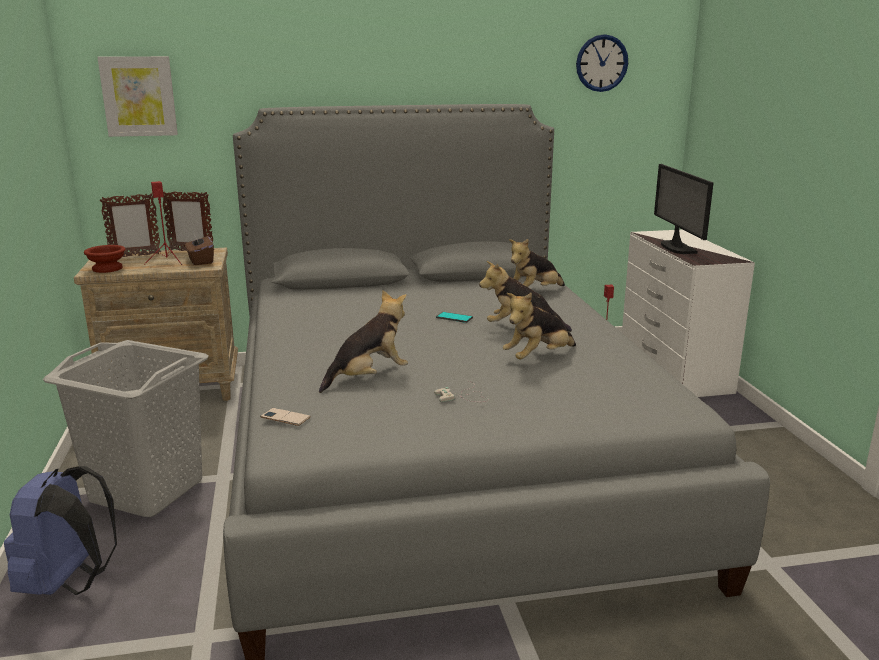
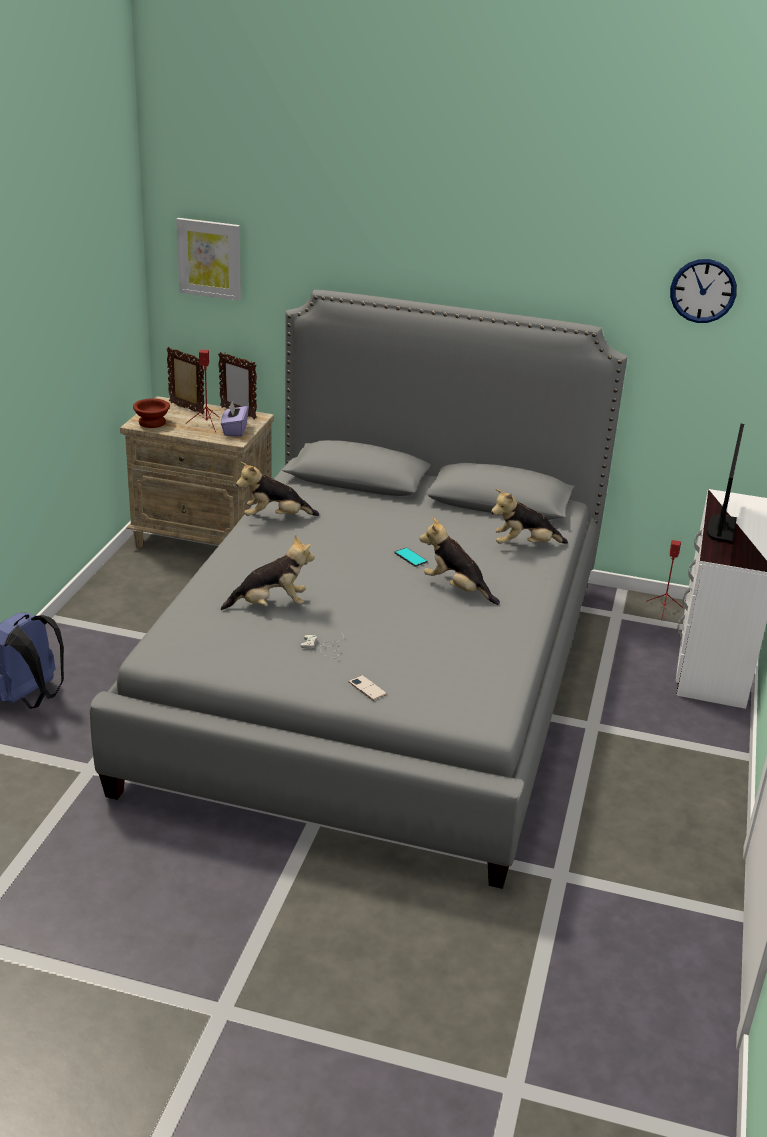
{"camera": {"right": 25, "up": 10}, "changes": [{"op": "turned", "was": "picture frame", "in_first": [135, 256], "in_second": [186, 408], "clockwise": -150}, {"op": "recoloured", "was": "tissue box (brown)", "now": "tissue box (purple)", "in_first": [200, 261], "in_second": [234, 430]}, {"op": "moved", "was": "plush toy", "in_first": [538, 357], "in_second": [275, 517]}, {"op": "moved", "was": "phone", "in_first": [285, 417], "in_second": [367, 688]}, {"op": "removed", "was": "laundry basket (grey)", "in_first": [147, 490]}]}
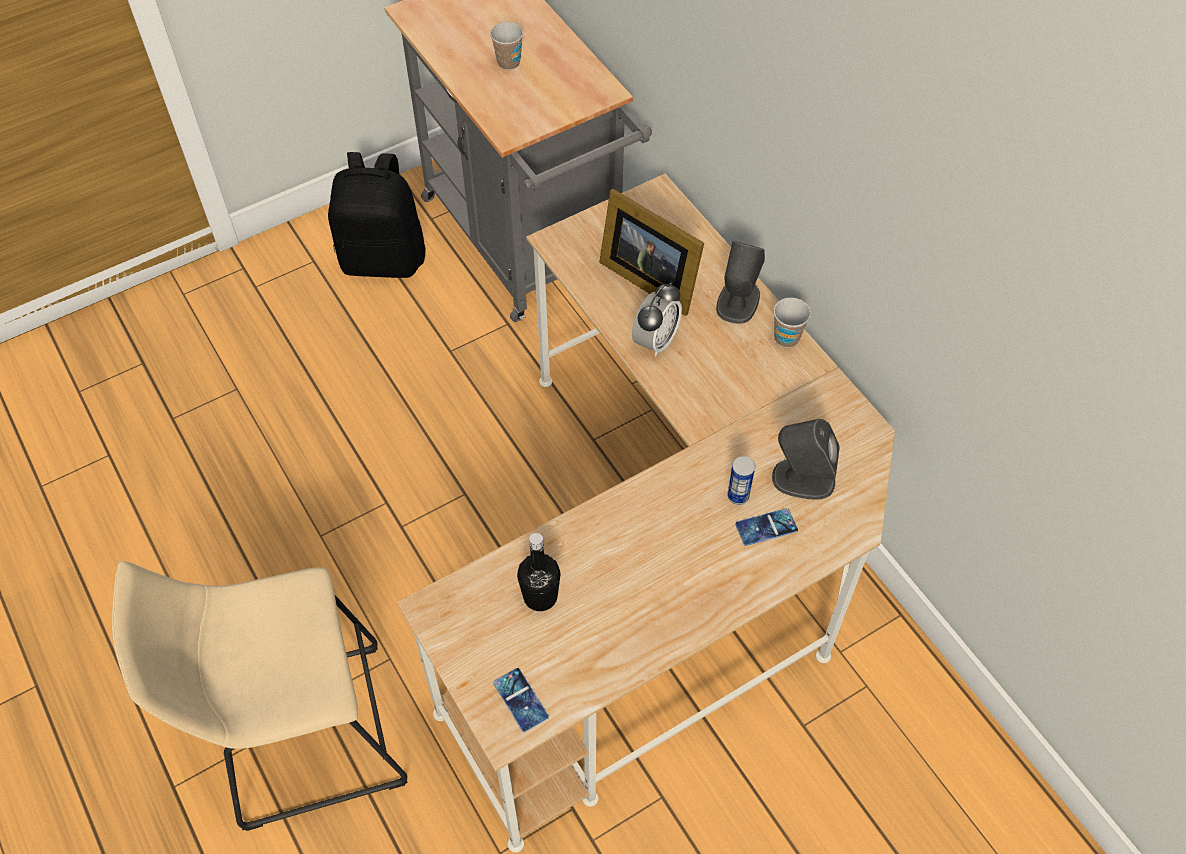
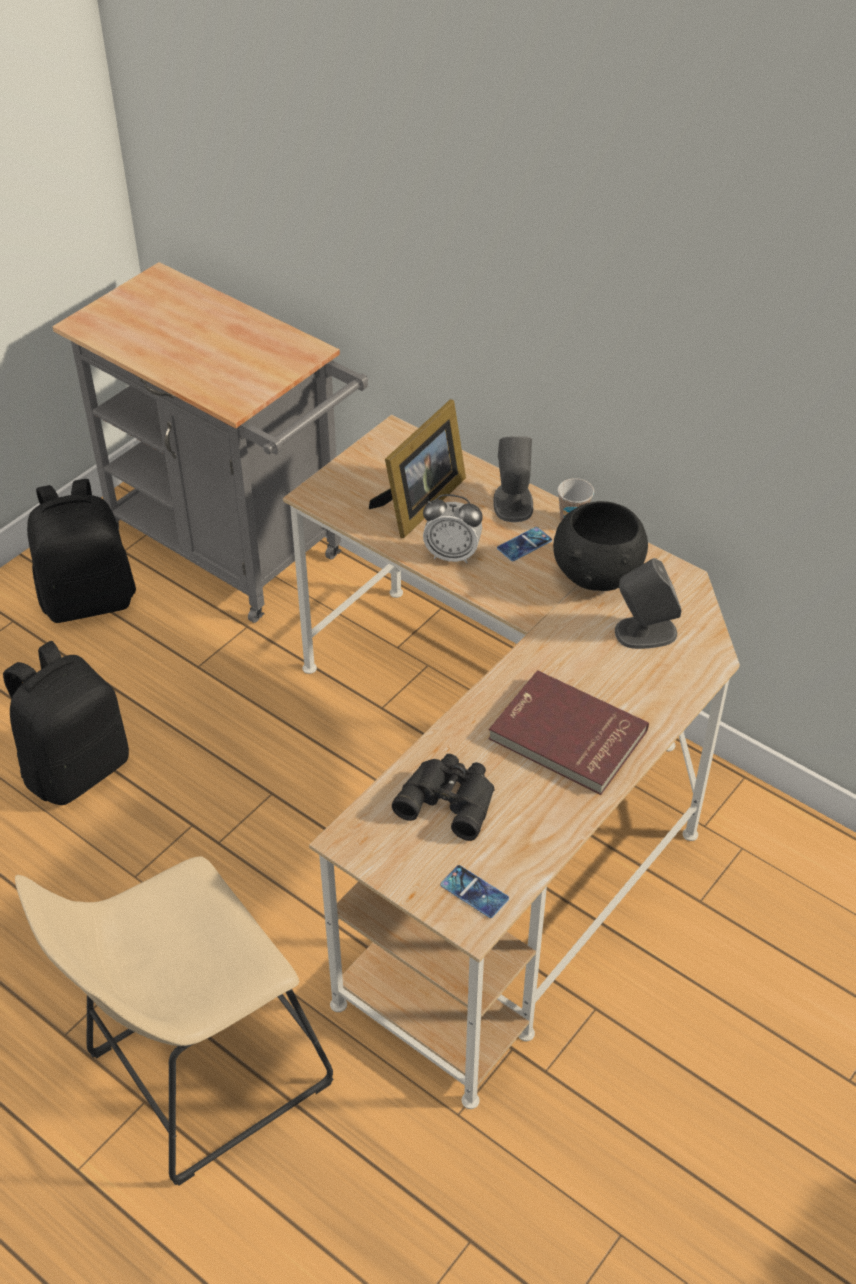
{"camera": {"right": -20, "up": -10}, "changes": [{"op": "added", "now": "backpack (black)", "in_second": [76, 768]}, {"op": "turned", "was": "picture frame", "in_first": [648, 277], "in_second": [419, 504], "clockwise": -75}, {"op": "replaced", "was": "bottle (black)", "now": "binoculars (black)", "in_first": [540, 596], "in_second": [449, 798]}, {"op": "turned", "was": "alarm clock", "in_first": [655, 341], "in_second": [452, 554], "clockwise": 90}, {"op": "added", "now": "book (red)", "in_second": [566, 737]}, {"op": "moved", "was": "phone", "in_first": [766, 527], "in_second": [524, 544]}, {"op": "added", "now": "bowl (black)", "in_second": [597, 577]}, {"op": "removed", "was": "cup", "in_first": [508, 63]}, {"op": "removed", "was": "can", "in_first": [738, 496]}]}
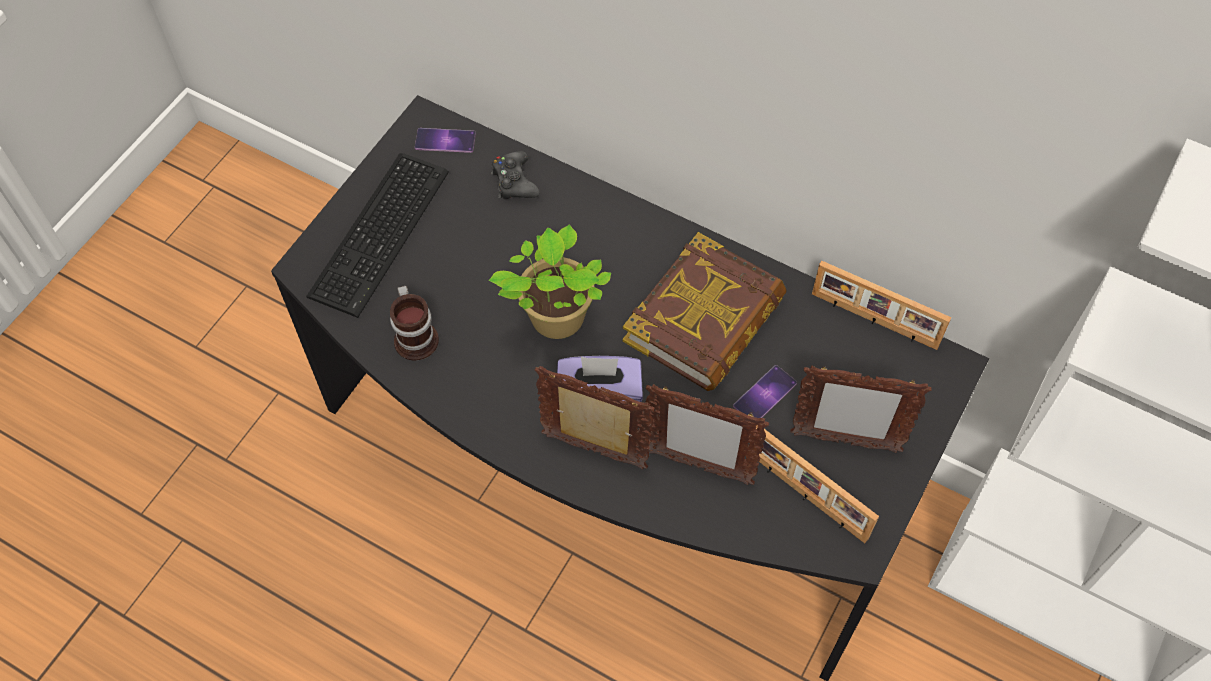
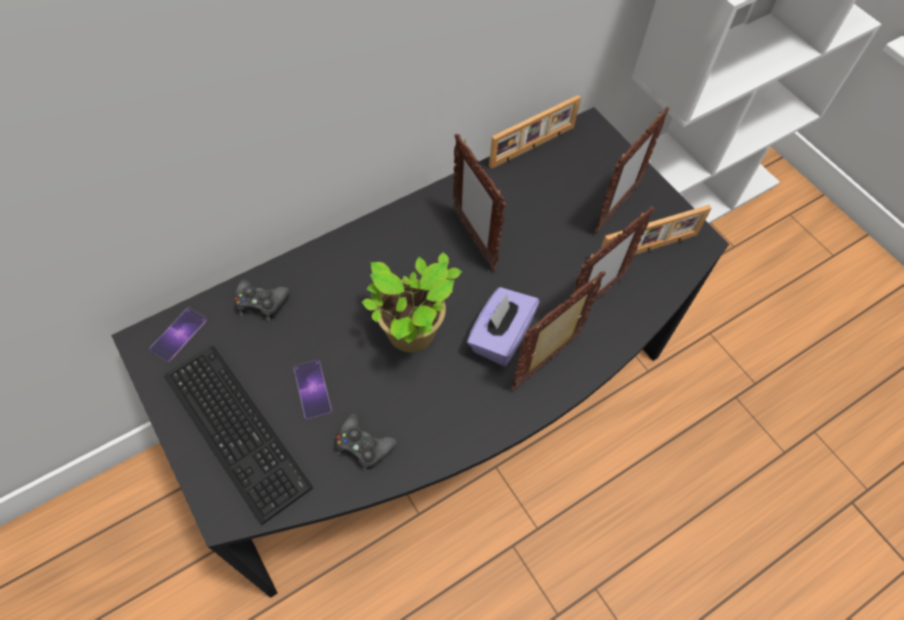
{"camera": {"right": -65, "up": 0}, "changes": [{"op": "moved", "was": "phone", "in_first": [765, 394], "in_second": [312, 389]}, {"op": "replaced", "was": "mug", "now": "game controller (black)", "in_first": [417, 336], "in_second": [363, 446]}, {"op": "replaced", "was": "book", "now": "picture frame", "in_first": [705, 320], "in_second": [473, 238]}]}
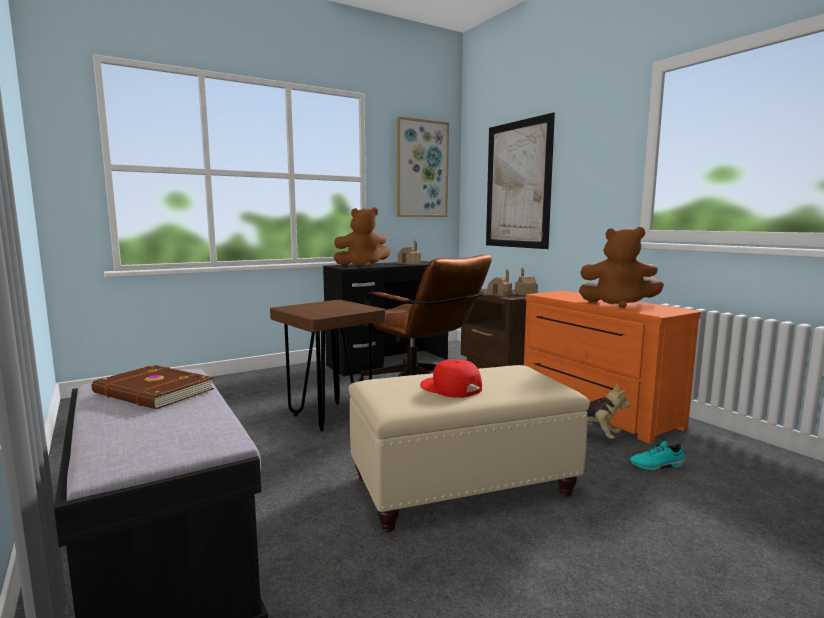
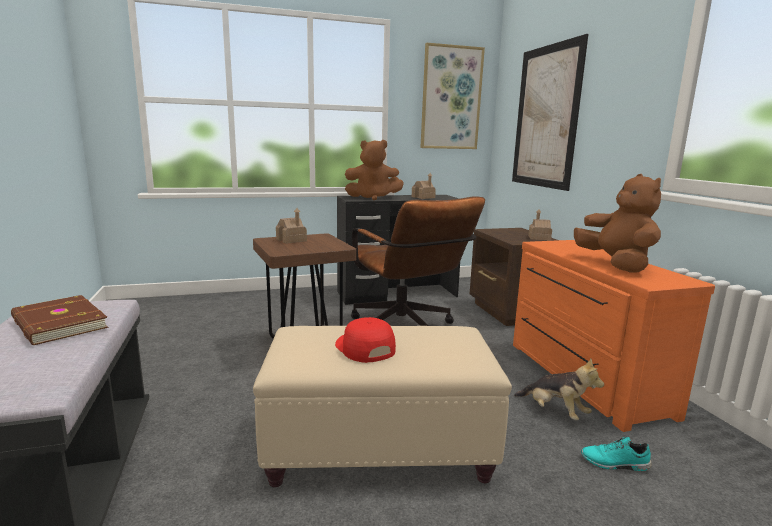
{"camera": {"right": 15, "up": 5}, "changes": [{"op": "moved", "was": "toy house", "in_first": [499, 294], "in_second": [291, 240]}, {"op": "turned", "was": "plush toy (brown)", "in_first": [618, 304], "in_second": [615, 265], "clockwise": -135}]}
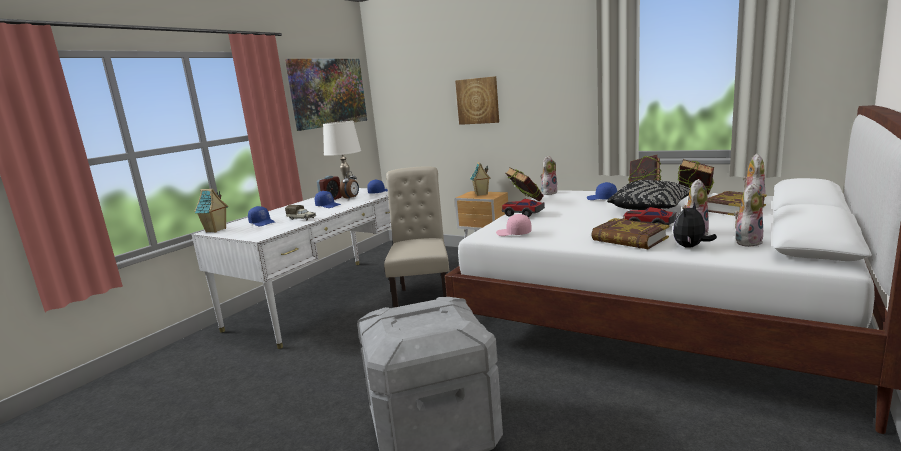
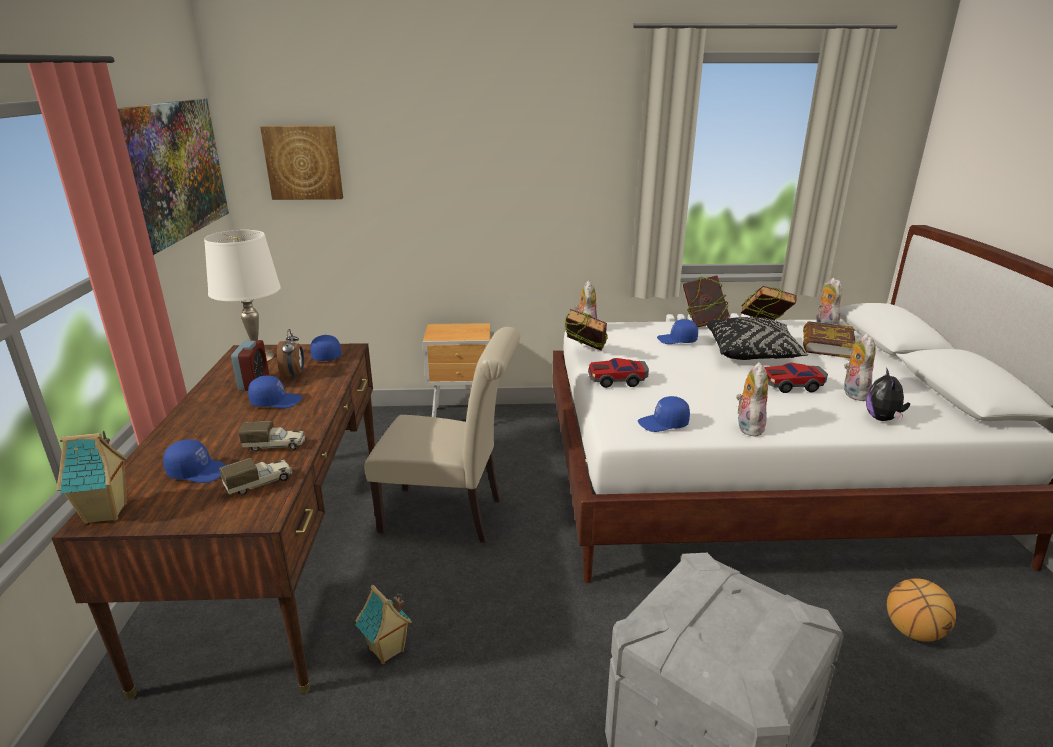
{"camera": {"right": -35, "up": 10}, "changes": [{"op": "recoloured", "was": "desk (white)", "now": "desk (brown)", "in_first": [325, 298], "in_second": [279, 556]}, {"op": "added", "now": "toy truck", "in_second": [260, 483]}, {"op": "moved", "was": "picture", "in_first": [478, 101], "in_second": [303, 162]}, {"op": "moved", "was": "toy house", "in_first": [481, 194], "in_second": [387, 651]}, {"op": "turned", "was": "chair (beige)", "in_first": [423, 298], "in_second": [450, 515], "clockwise": 135}, {"op": "recoloured", "was": "cap (pink)", "now": "cap (blue)", "in_first": [513, 233], "in_second": [663, 424]}, {"op": "moved", "was": "plush toy", "in_first": [747, 241], "in_second": [748, 427]}, {"op": "added", "now": "basketball", "in_second": [913, 631]}, {"op": "removed", "was": "book", "in_first": [629, 239]}]}
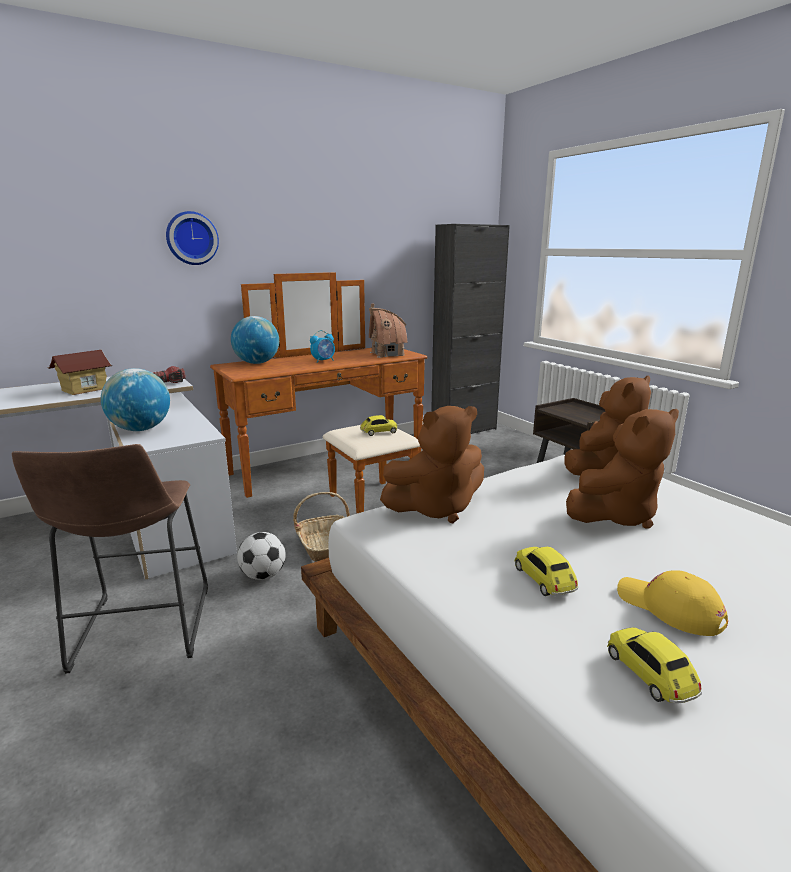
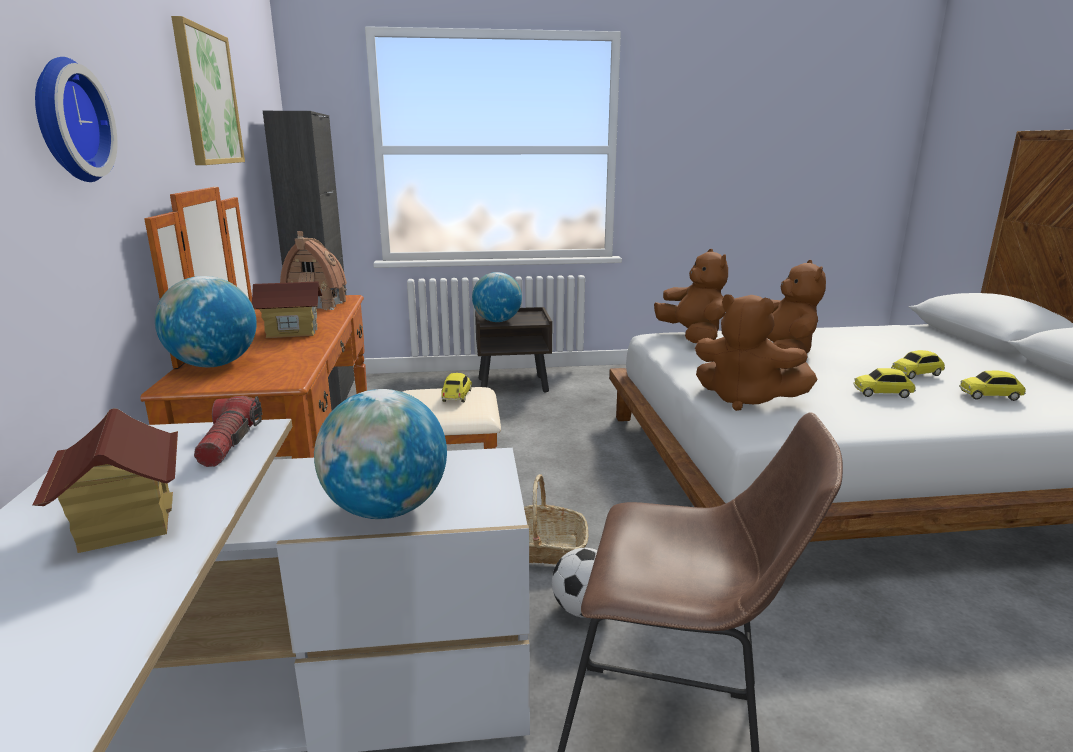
{"camera": {"right": -65, "up": 0}, "changes": [{"op": "added", "now": "picture", "in_second": [207, 97]}, {"op": "replaced", "was": "alarm clock", "now": "toy house", "in_first": [323, 361], "in_second": [292, 332]}, {"op": "added", "now": "globe", "in_second": [497, 321]}, {"op": "turned", "was": "plush toy (brown)", "in_first": [436, 508], "in_second": [745, 400], "clockwise": 120}, {"op": "replaced", "was": "cap (yellow)", "now": "toy car", "in_first": [669, 607], "in_second": [916, 374]}]}
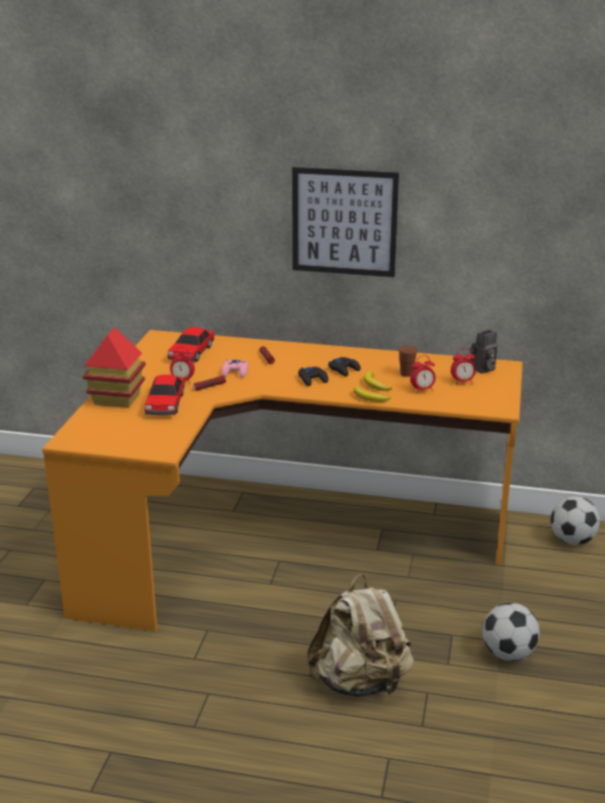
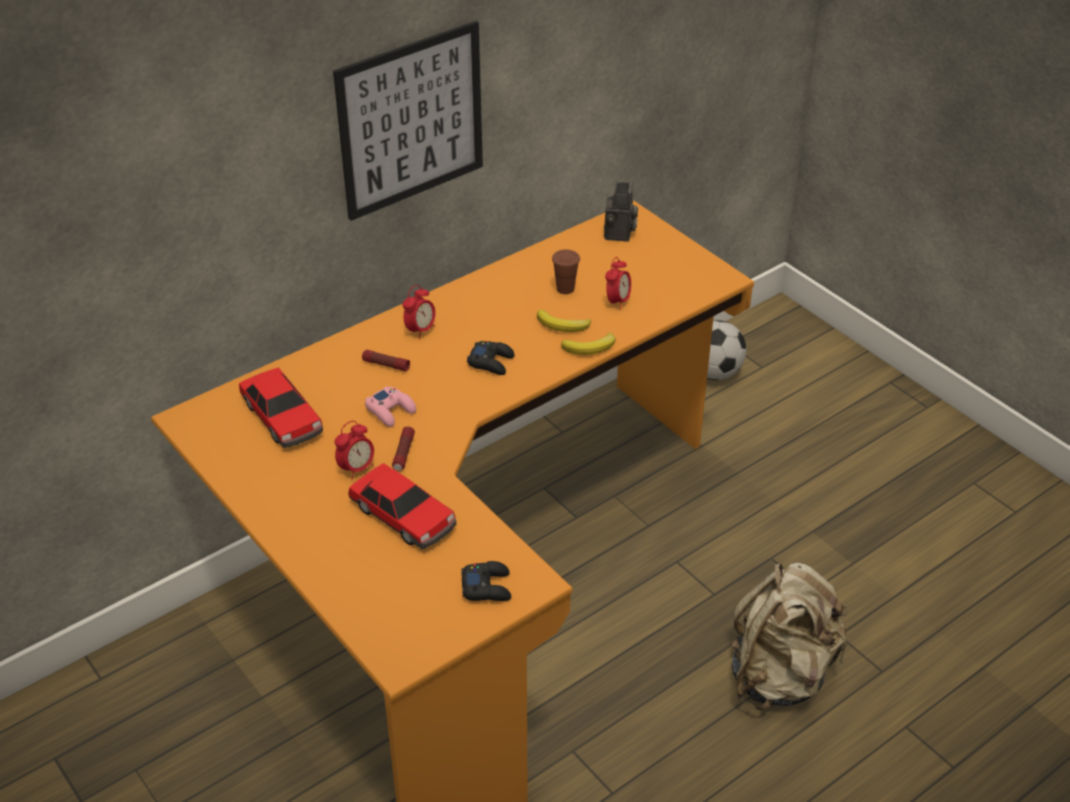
{"camera": {"right": -50, "up": 15}, "changes": [{"op": "moved", "was": "alarm clock", "in_first": [462, 382], "in_second": [420, 330]}, {"op": "moved", "was": "game controller (black)", "in_first": [344, 370], "in_second": [487, 587]}, {"op": "removed", "was": "toy house", "in_first": [116, 399]}, {"op": "removed", "was": "football", "in_first": [508, 653]}]}
